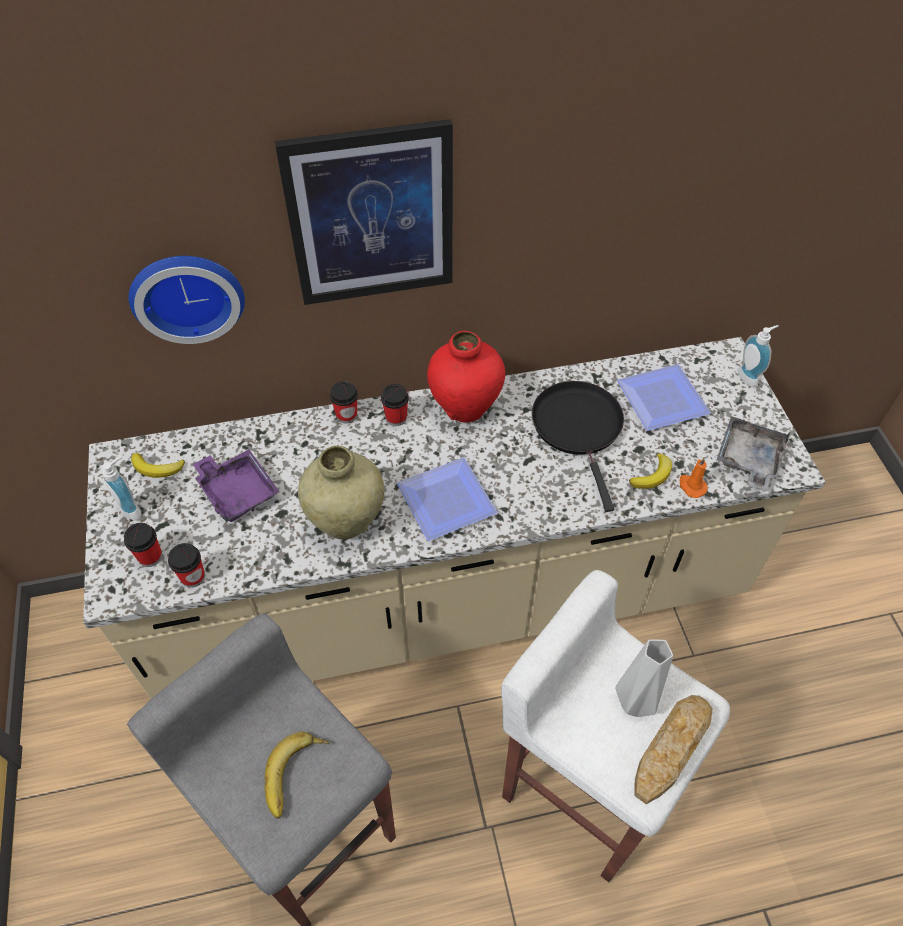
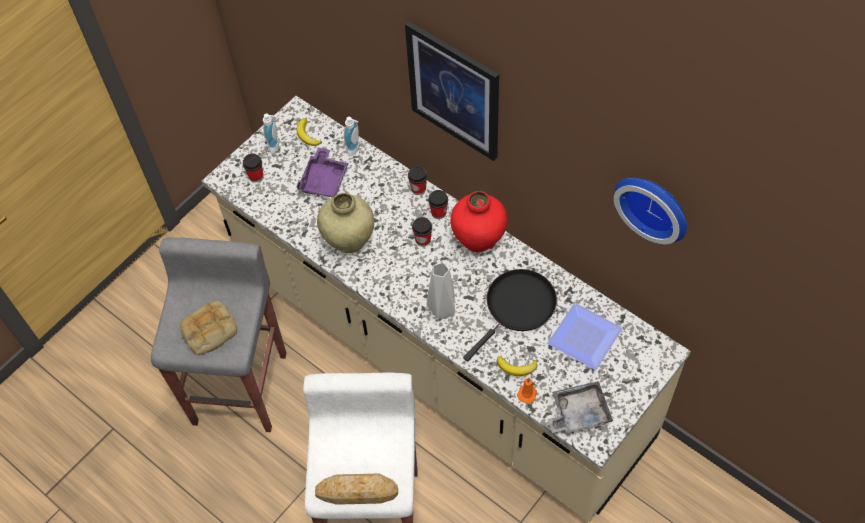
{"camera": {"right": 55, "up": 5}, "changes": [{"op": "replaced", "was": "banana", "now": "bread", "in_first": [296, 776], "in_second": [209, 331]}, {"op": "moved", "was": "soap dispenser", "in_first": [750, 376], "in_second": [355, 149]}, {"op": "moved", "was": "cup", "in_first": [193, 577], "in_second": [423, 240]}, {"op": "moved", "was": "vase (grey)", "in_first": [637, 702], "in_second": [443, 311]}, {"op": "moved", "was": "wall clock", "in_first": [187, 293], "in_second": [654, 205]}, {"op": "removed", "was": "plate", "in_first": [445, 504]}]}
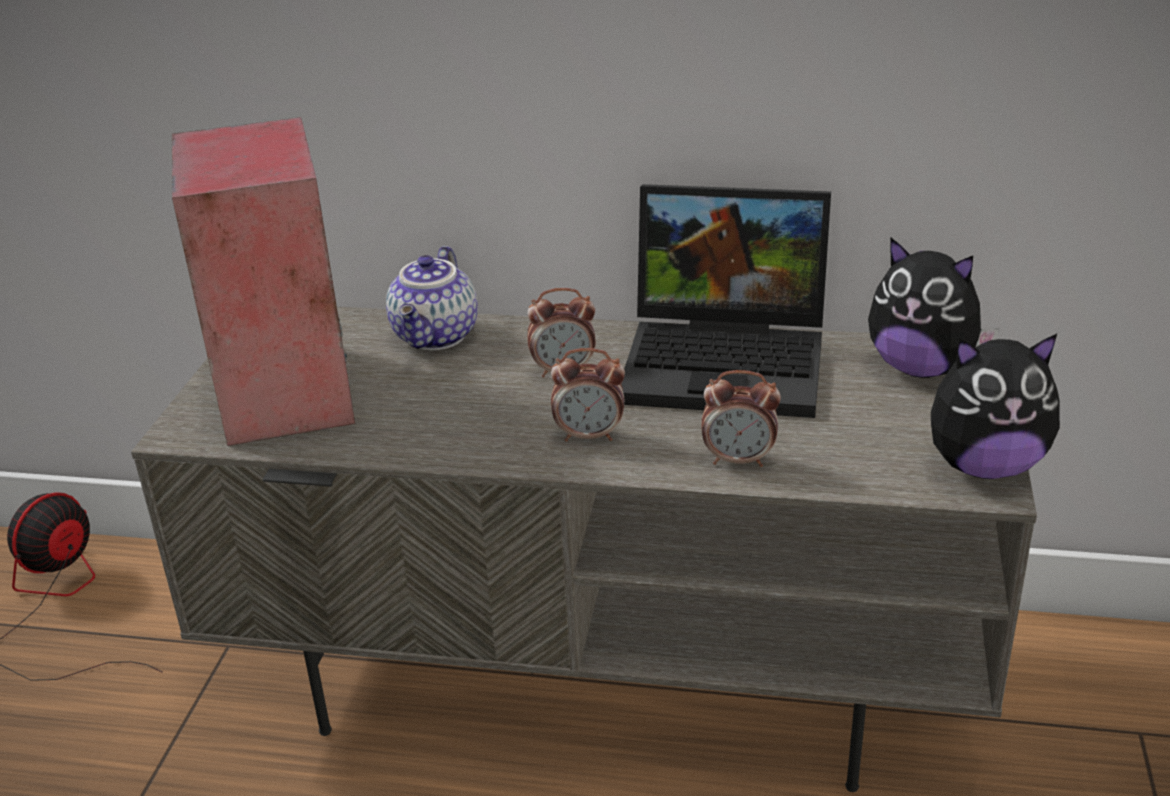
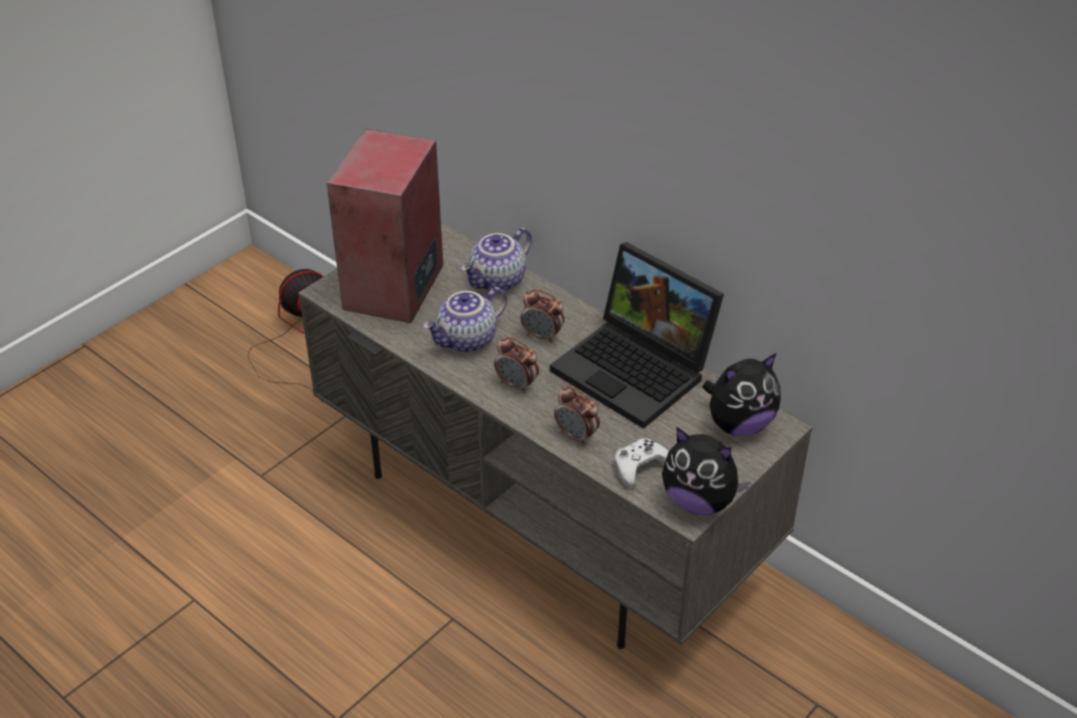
{"camera": {"right": 30, "up": 10}, "changes": [{"op": "added", "now": "teapot", "in_second": [467, 341]}, {"op": "added", "now": "game controller (white)", "in_second": [641, 467]}, {"op": "turned", "was": "plush toy", "in_first": [921, 368], "in_second": [739, 424], "clockwise": -90}]}
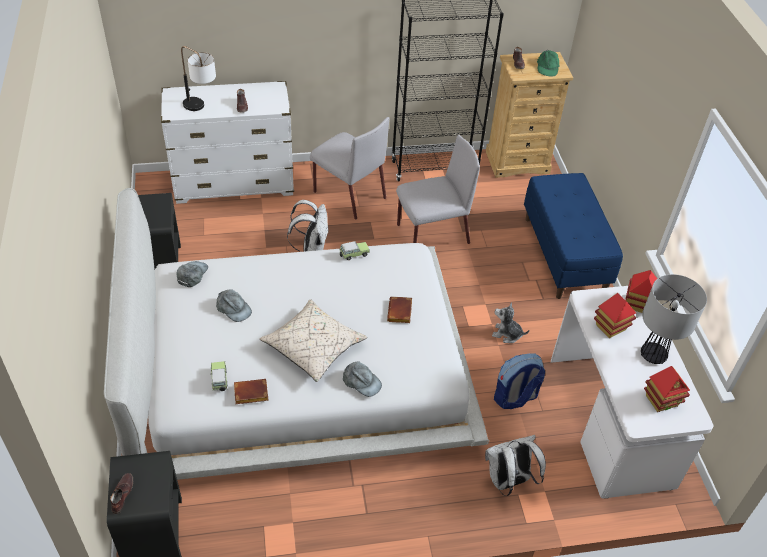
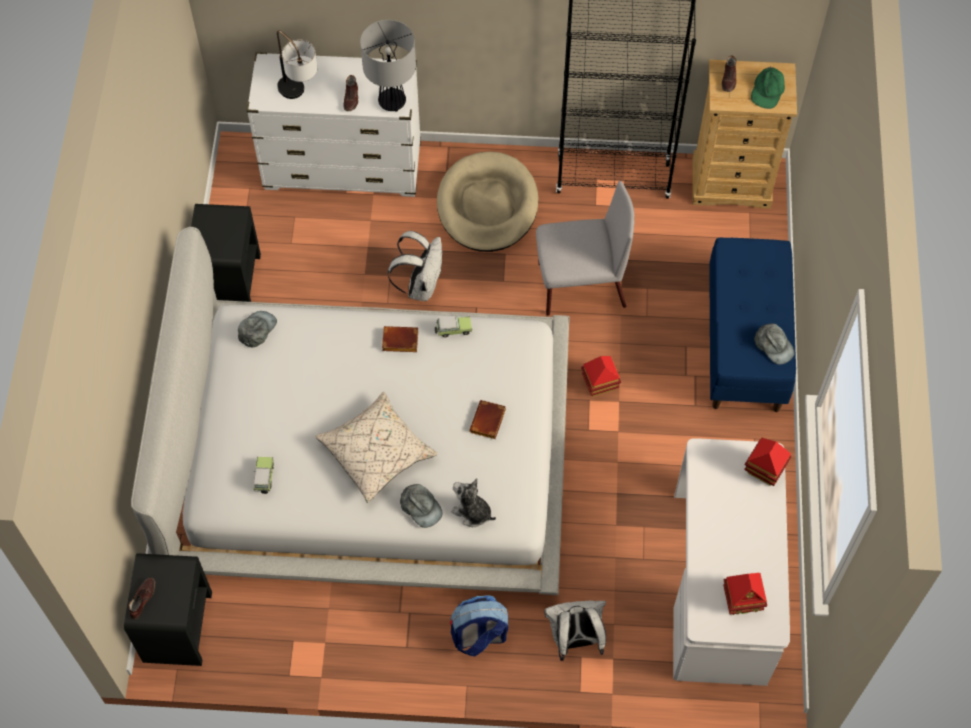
{"camera": {"right": 15, "up": 15}, "changes": [{"op": "moved", "was": "table lamp", "in_first": [653, 355], "in_second": [392, 102]}, {"op": "moved", "was": "book (brown)", "in_first": [250, 394], "in_second": [399, 342]}, {"op": "replaced", "was": "chair (grey)", "now": "dog bed (beige)", "in_first": [348, 194], "in_second": [487, 205]}, {"op": "moved", "was": "backpack", "in_first": [515, 398], "in_second": [479, 636]}, {"op": "moved", "was": "plush toy", "in_first": [507, 334], "in_second": [472, 512]}, {"op": "moved", "was": "toy house", "in_first": [610, 327], "in_second": [599, 384]}, {"op": "moved", "was": "cap (grey)", "in_first": [233, 308], "in_second": [773, 345]}]}
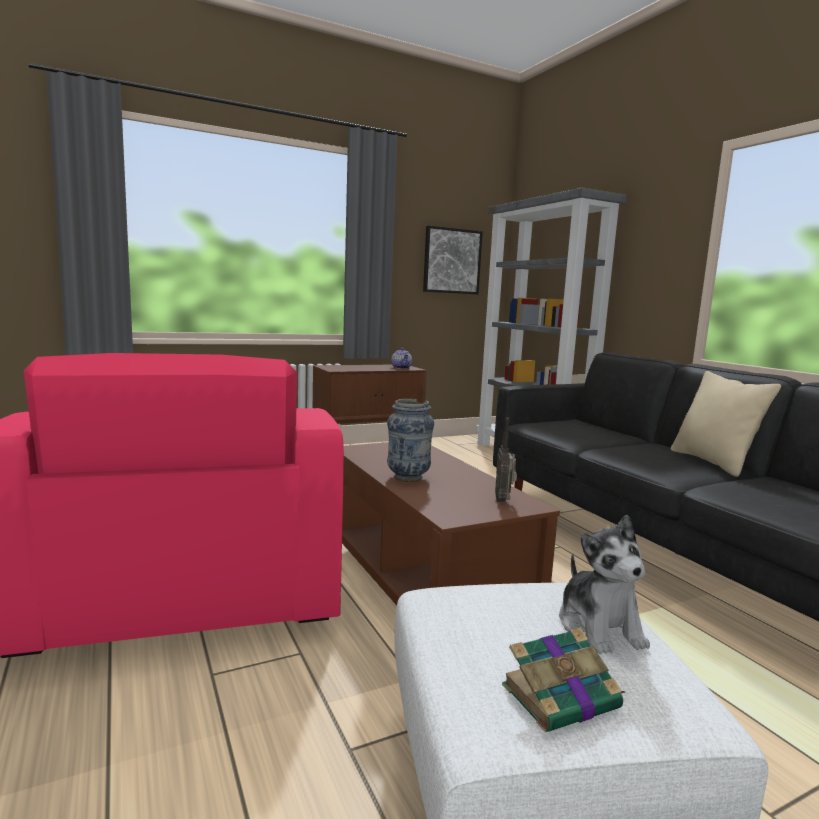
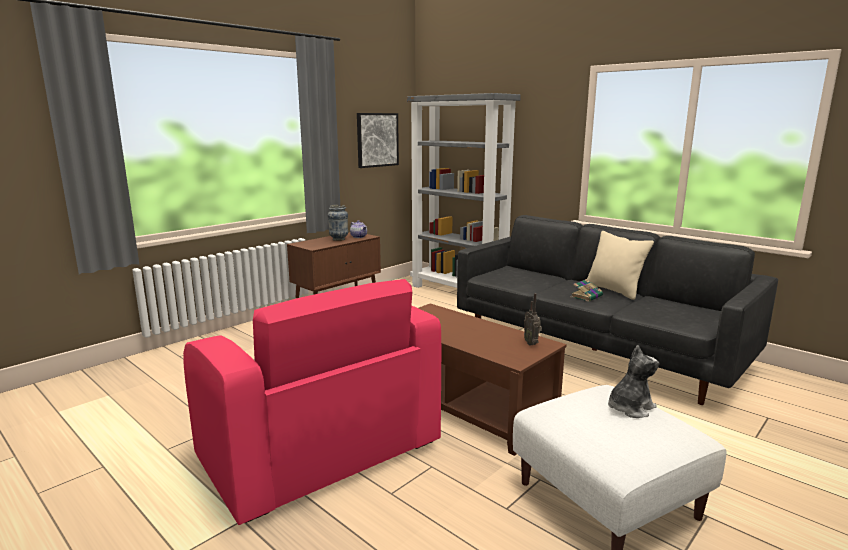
{"camera": {"right": -20, "up": 5}, "changes": [{"op": "moved", "was": "vase", "in_first": [408, 477], "in_second": [338, 239]}, {"op": "moved", "was": "book", "in_first": [562, 697], "in_second": [586, 296]}, {"op": "turned", "was": "plush toy", "in_first": [599, 626], "in_second": [629, 408], "clockwise": -90}]}
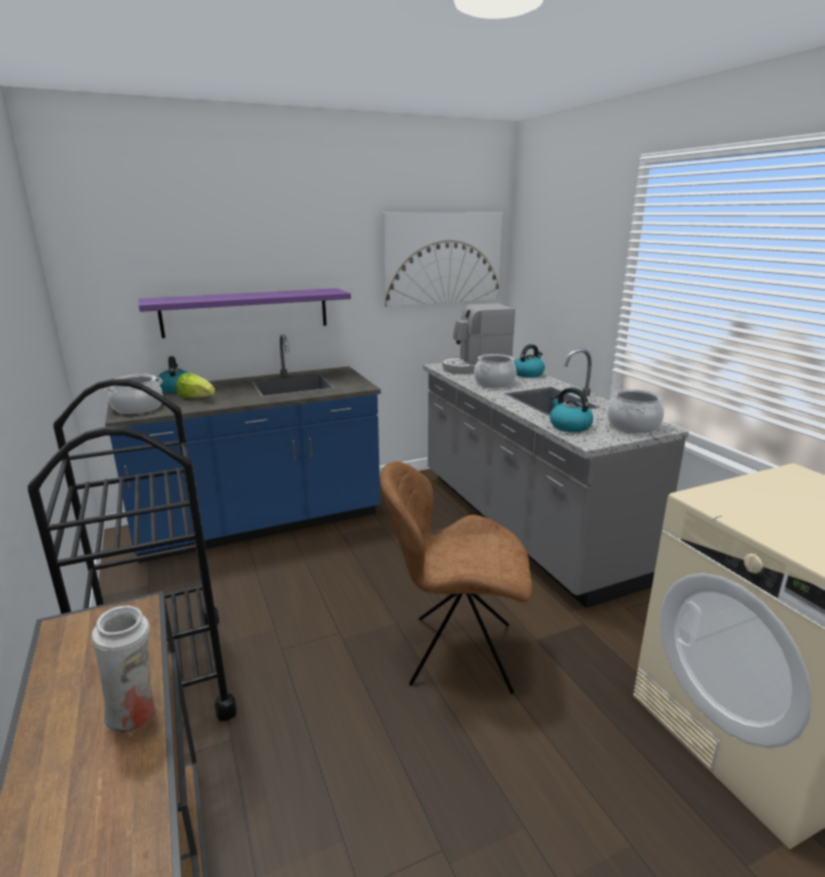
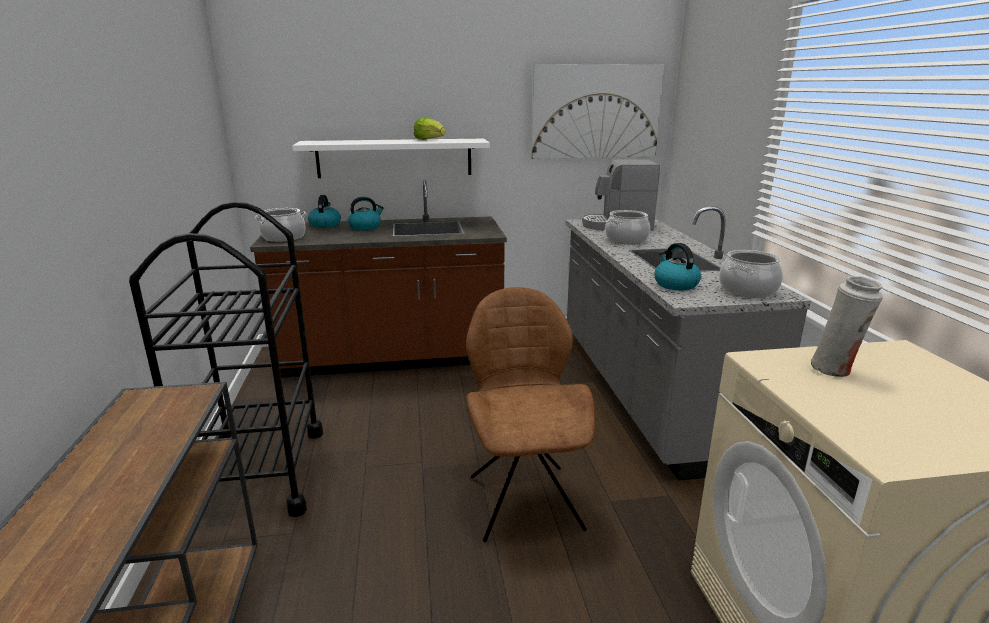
{"camera": {"right": 15, "up": 0}, "changes": [{"op": "recoloured", "was": "counter (blue)", "now": "counter (brown)", "in_first": [260, 523], "in_second": [392, 358]}, {"op": "recoloured", "was": "shelf (purple)", "now": "shelf (white)", "in_first": [246, 312], "in_second": [394, 158]}, {"op": "moved", "was": "kettle", "in_first": [528, 374], "in_second": [365, 227]}, {"op": "moved", "was": "lettuce", "in_first": [196, 398], "in_second": [429, 140]}, {"op": "turned", "was": "chair (brown)", "in_first": [456, 653], "in_second": [524, 499], "clockwise": 60}, {"op": "moved", "was": "vase (white)", "in_first": [136, 715], "in_second": [835, 370]}]}
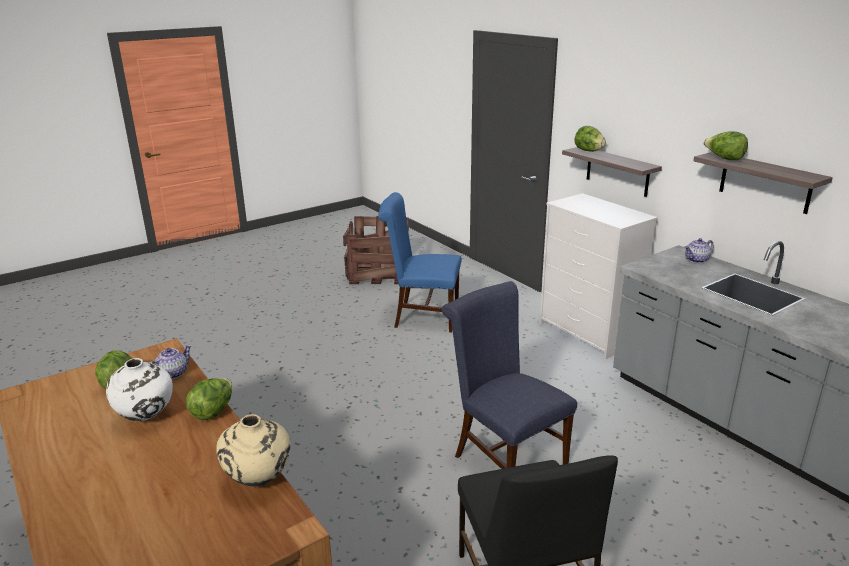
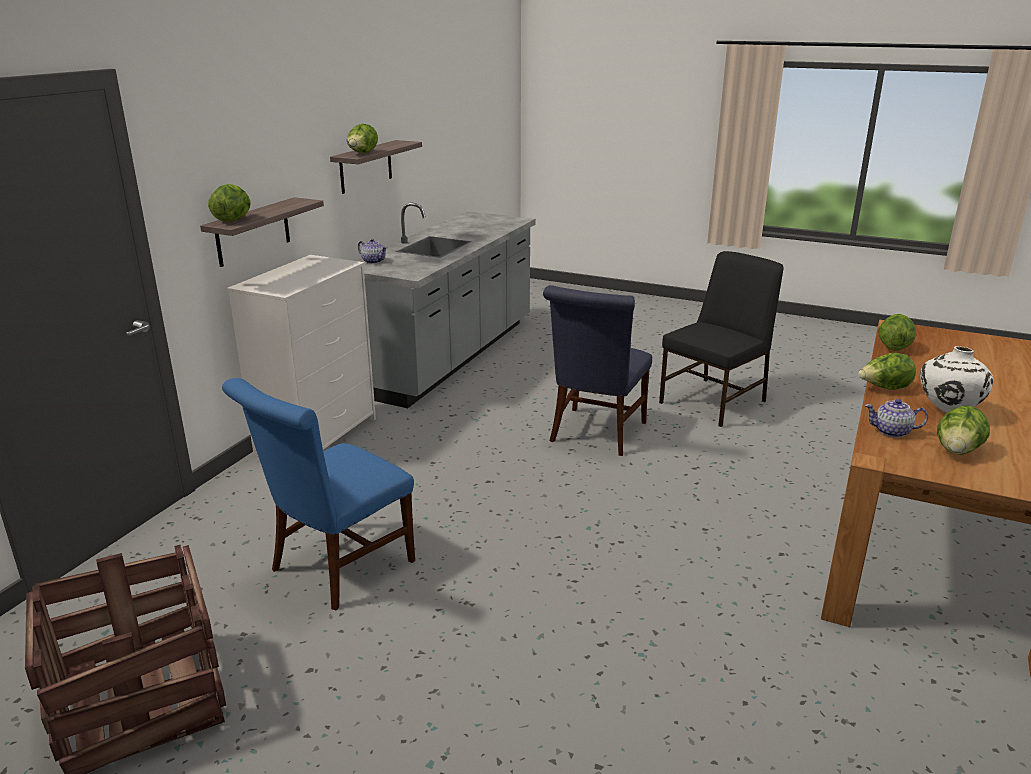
{"camera": {"right": -120, "up": 0}, "changes": [{"op": "turned", "was": "chair (blue)", "in_first": [422, 316], "in_second": [336, 569], "clockwise": 60}, {"op": "replaced", "was": "vase (beige)", "now": "lettuce", "in_first": [259, 480], "in_second": [893, 347]}]}
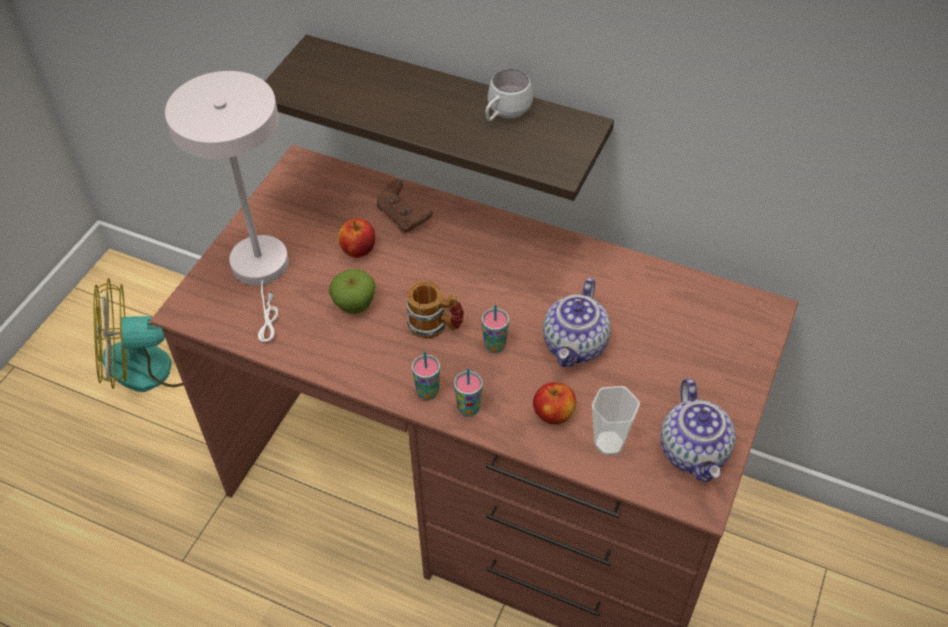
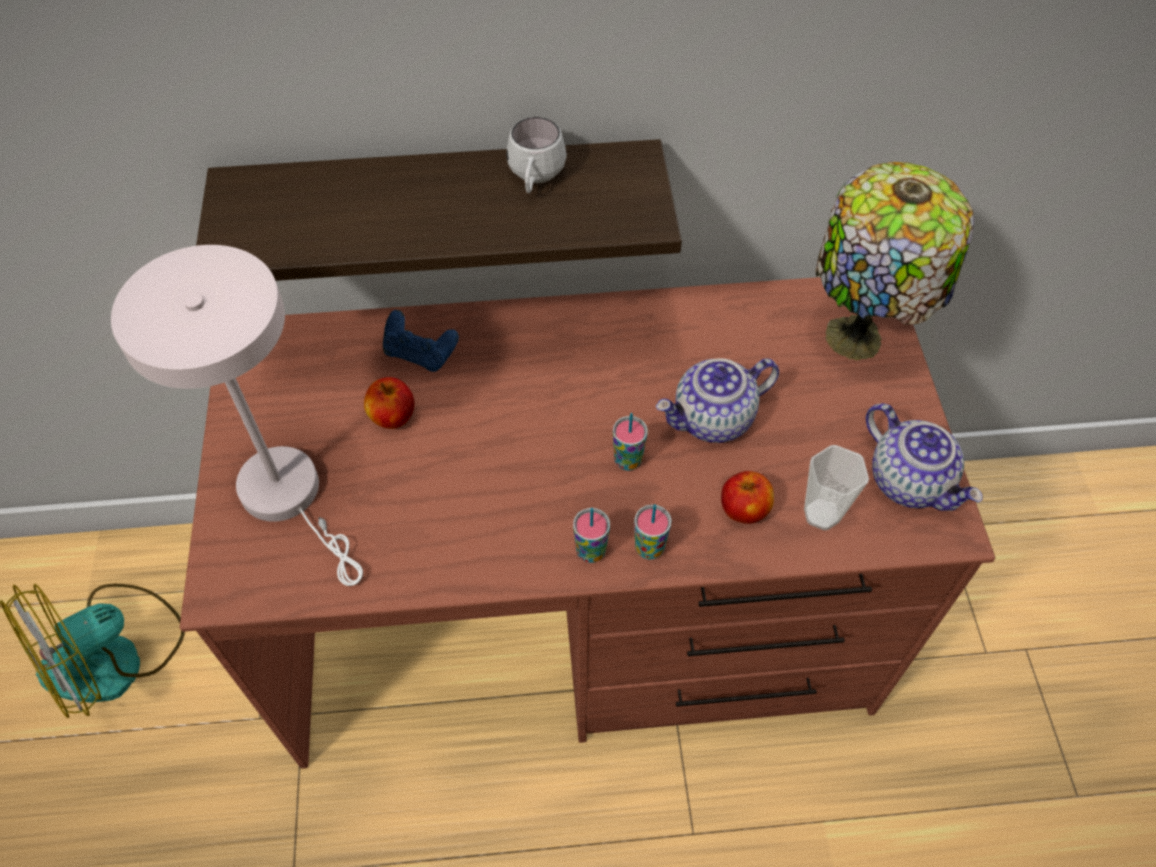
{"camera": {"right": -30, "up": 5}, "changes": [{"op": "recoloured", "was": "game controller (brown)", "now": "game controller (blue)", "in_first": [404, 217], "in_second": [420, 353]}, {"op": "turned", "was": "teapot", "in_first": [575, 345], "in_second": [713, 420], "clockwise": 75}, {"op": "added", "now": "table lamp", "in_second": [858, 340]}, {"op": "removed", "was": "apple", "in_first": [355, 306]}, {"op": "removed", "was": "mug", "in_first": [435, 326]}]}
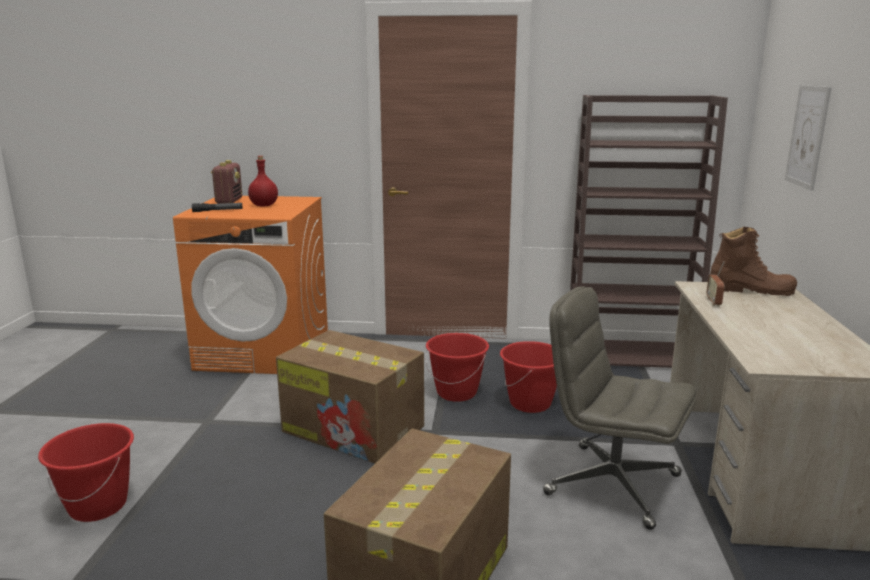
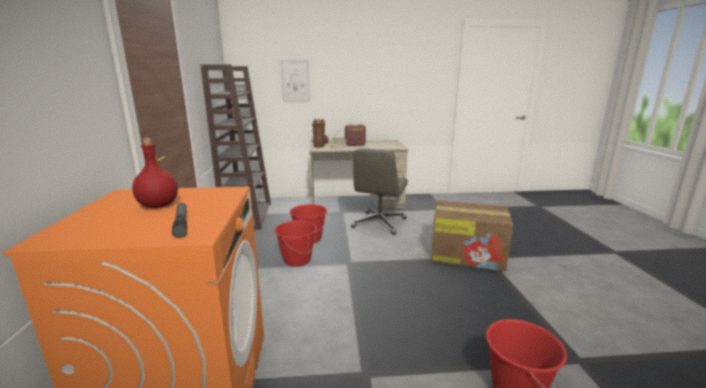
{"camera": {"right": -100, "up": 0}, "changes": [{"op": "moved", "was": "radio", "in_first": [229, 201], "in_second": [355, 145]}, {"op": "removed", "was": "cardboard box", "in_first": [355, 429]}]}
